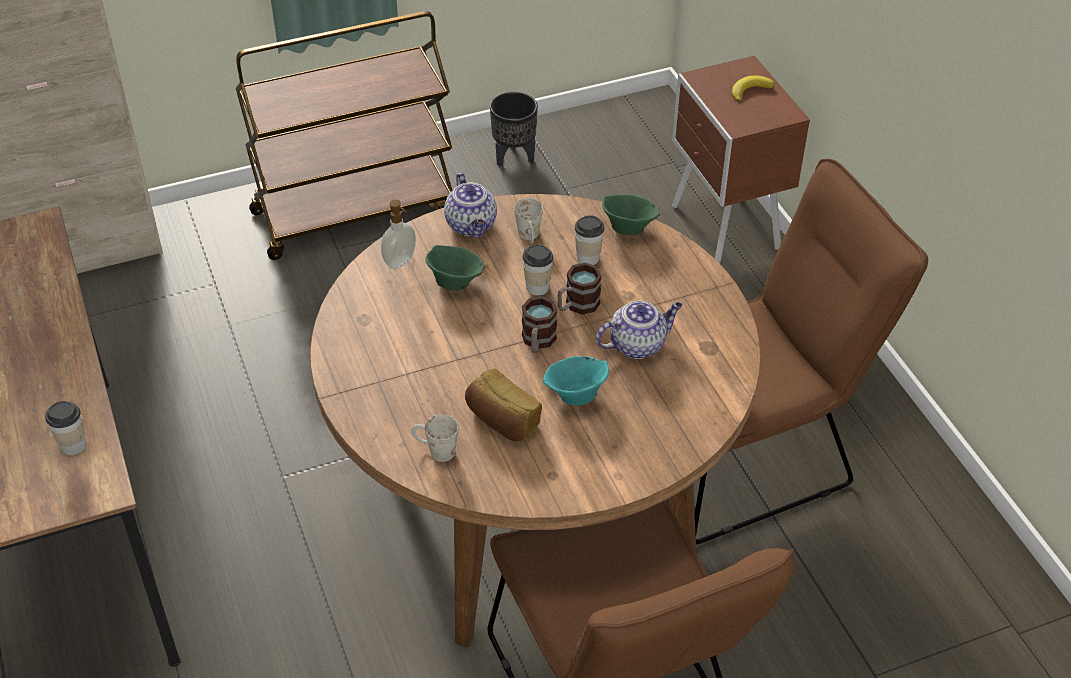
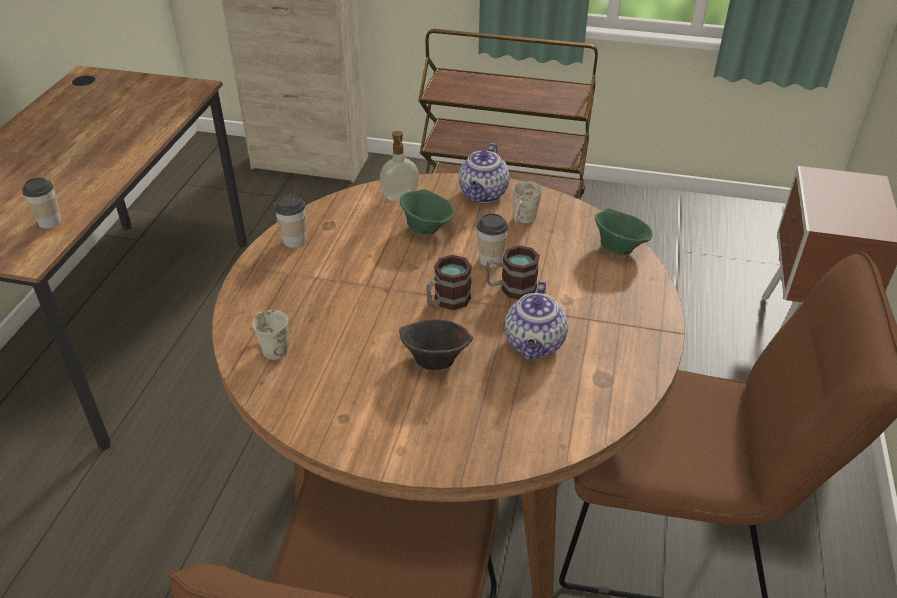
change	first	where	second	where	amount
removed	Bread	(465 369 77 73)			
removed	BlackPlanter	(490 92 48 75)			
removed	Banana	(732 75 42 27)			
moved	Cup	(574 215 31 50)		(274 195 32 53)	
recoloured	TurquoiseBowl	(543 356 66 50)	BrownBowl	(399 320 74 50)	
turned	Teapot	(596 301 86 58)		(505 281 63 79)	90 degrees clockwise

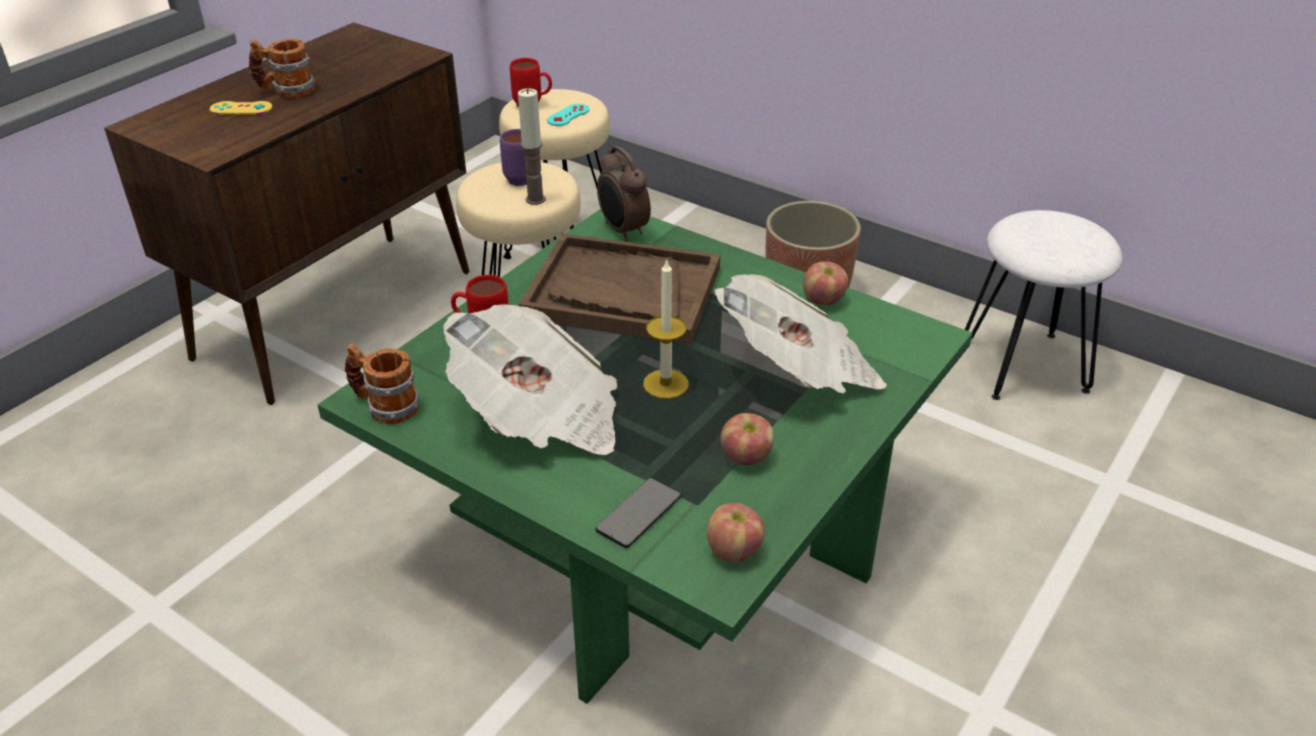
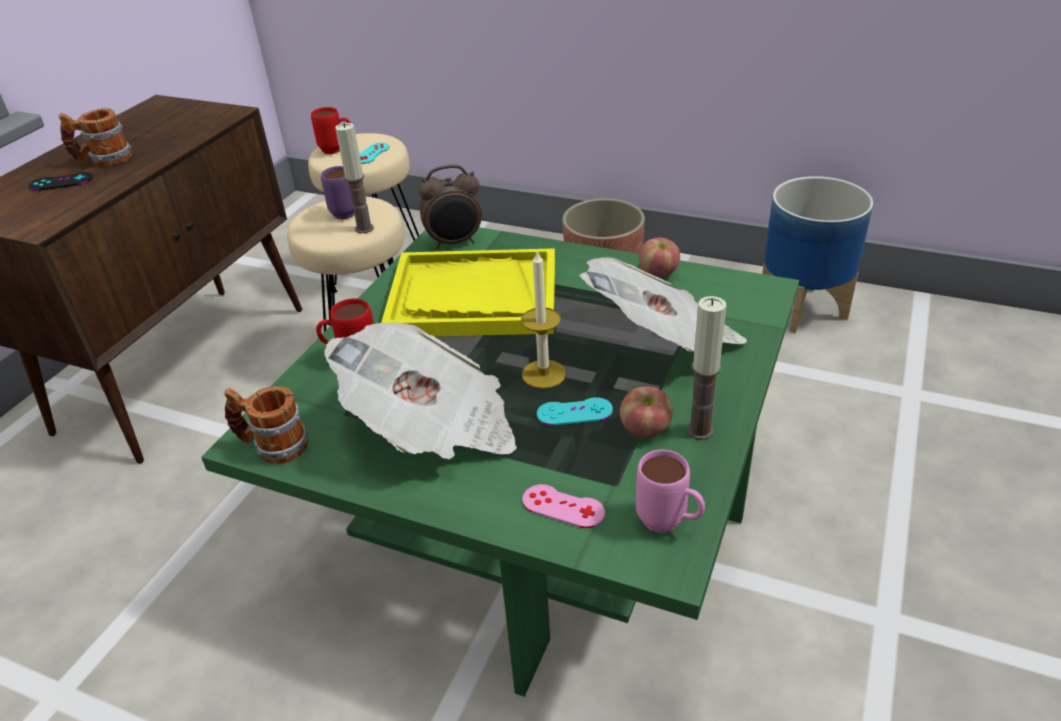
change	first	where	second	where	amount
added			TurquoiseGameController	(537 397 76 29)	
added			Candle	(687 296 40 144)	
replaced	Phone	(595 478 86 70)	PinkGameController	(522 484 83 44)	
replaced	Apple	(707 503 58 59)	PinkMug	(636 449 69 84)	
replaced	WhiteStool	(965 210 158 190)	Planter	(762 176 111 157)	
recoloured	YellowGameController	(210 101 62 14)	BlackGameController	(28 172 65 19)	
recoloured	BrownTray	(519 233 201 112)	YellowTray	(381 248 174 88)	
turned	AlarmClock	(597 146 54 95)		(419 164 63 85)	60 degrees counterclockwise

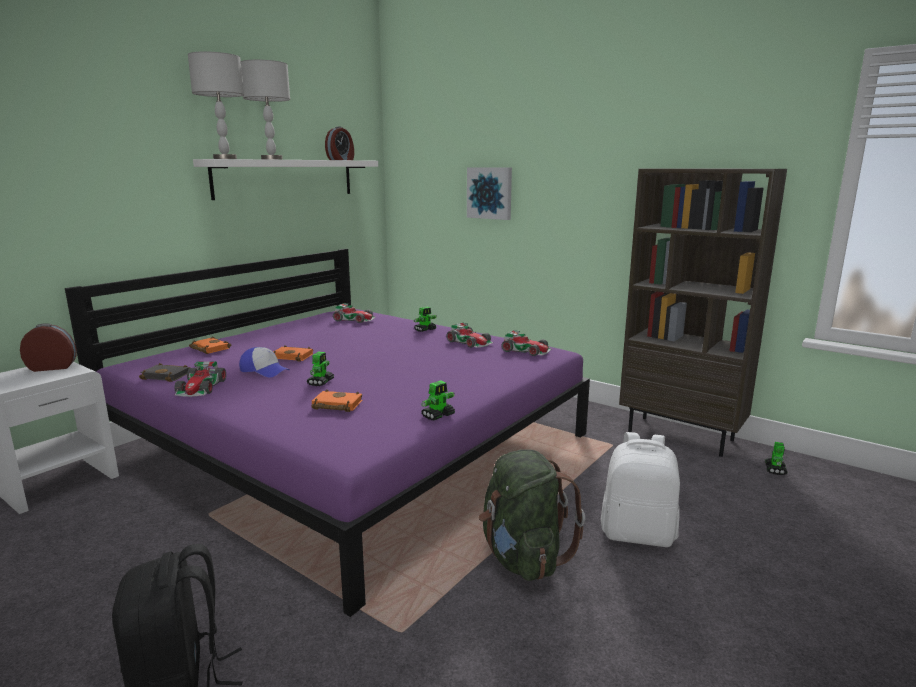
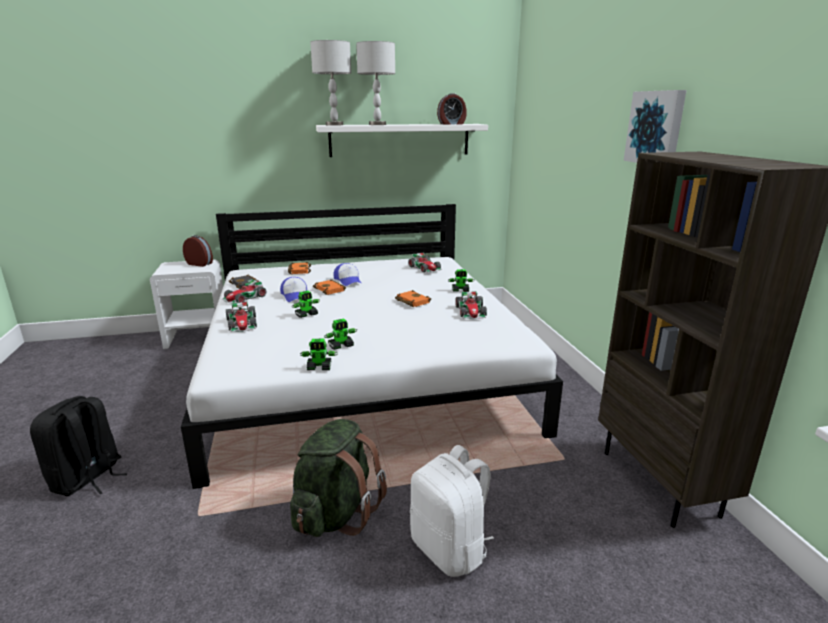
change	first	where	second	where	amount
added			Cap	(333 263 28 23)	
moved	OrangeBook	(311 389 52 23)		(395 290 36 17)	
moved	Picture	(467 167 45 53)		(624 90 63 73)	
moved	ToyCar	(501 330 50 26)		(226 302 31 30)	
moved	ToyRobot	(765 442 23 33)		(324 319 33 31)	
recoloured	PurpleBed	(65 249 525 368)	WhiteBed	(181 204 382 285)	

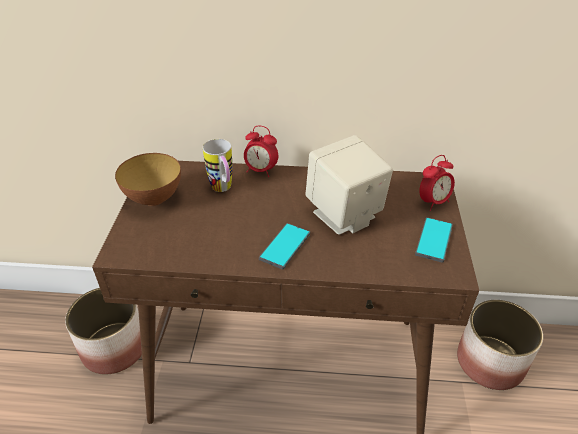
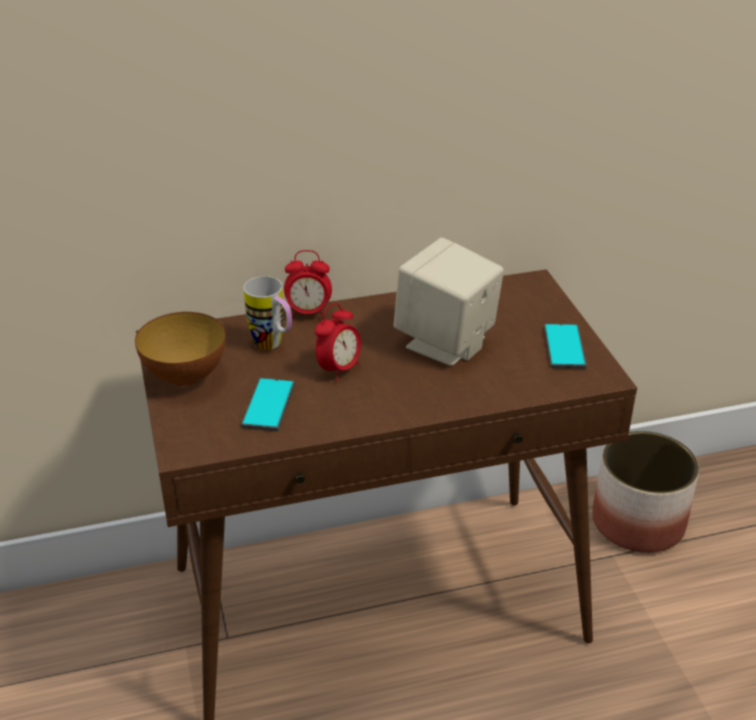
change	first	where	second	where	amount
removed	Planter	(65 288 77 86)			
moved	Phone	(259 223 51 47)		(241 378 54 53)	
moved	AlarmClock	(419 155 36 56)		(315 303 46 78)	

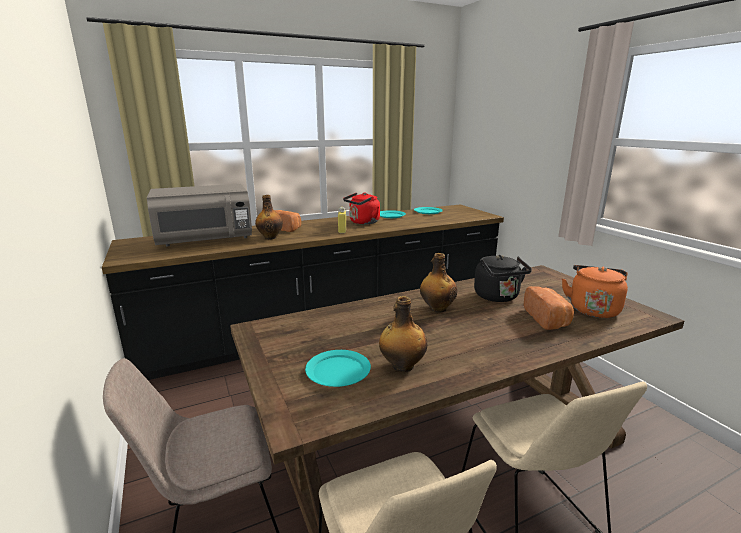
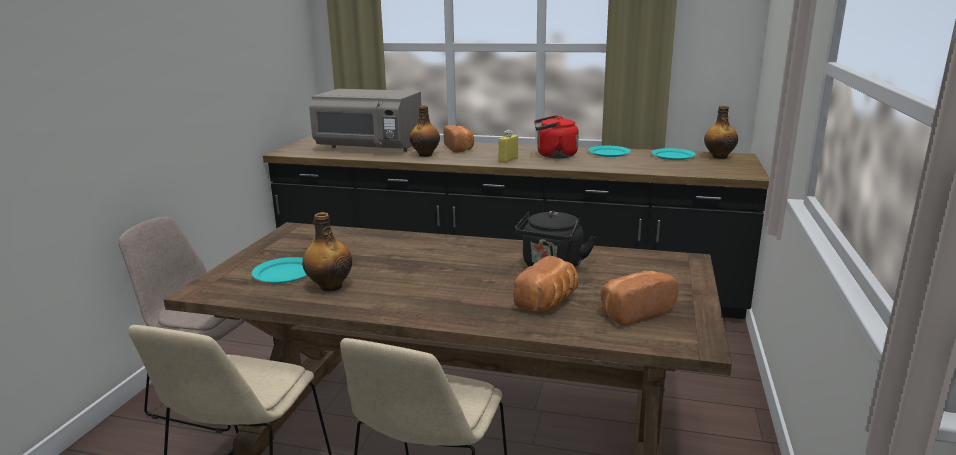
change	first	where	second	where	amount
moved	Bottle	(420 253 37 60)		(704 105 34 54)	
replaced	OrangeKettle	(562 265 66 53)	Bread	(601 271 77 55)	

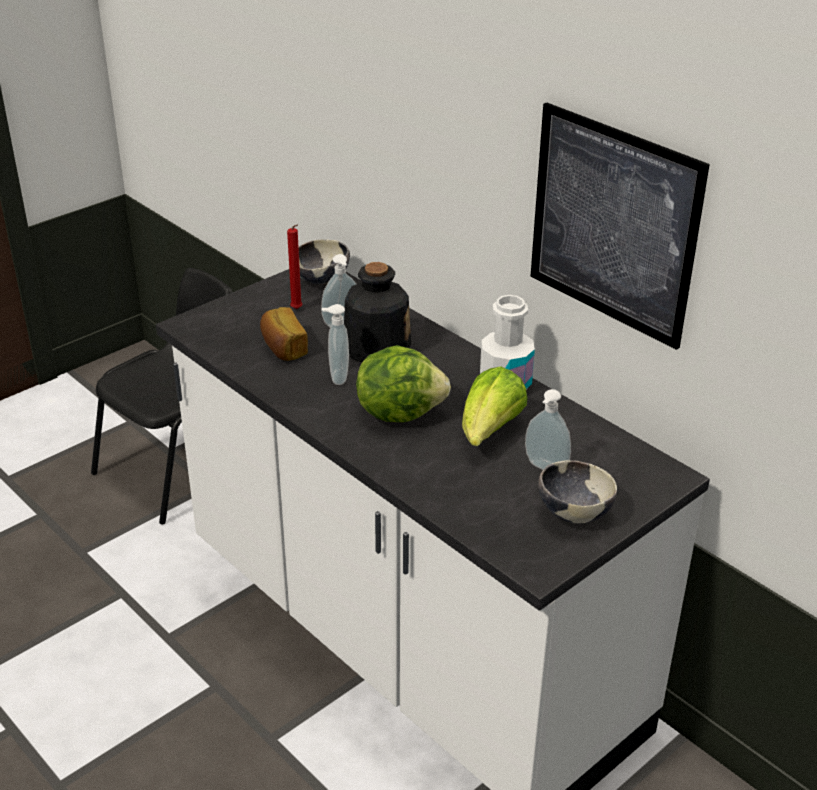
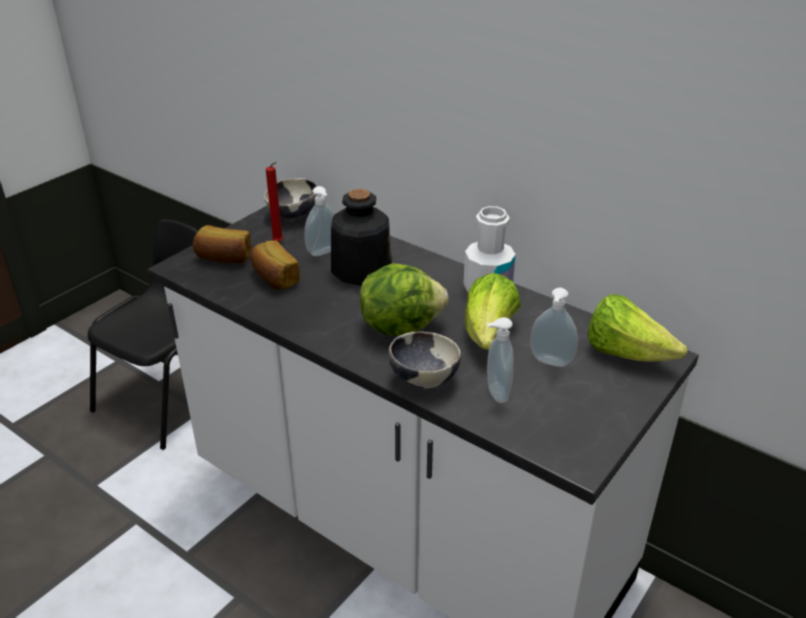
change	first	where	second	where	amount
removed	Picture	(531 103 179 247)			
added			Bread	(193 225 58 39)	
added			Lettuce	(588 294 100 68)	
moved	SoapDispenser	(322 304 27 81)		(487 317 27 86)	
moved	Bowl	(538 460 79 63)		(388 331 73 58)	

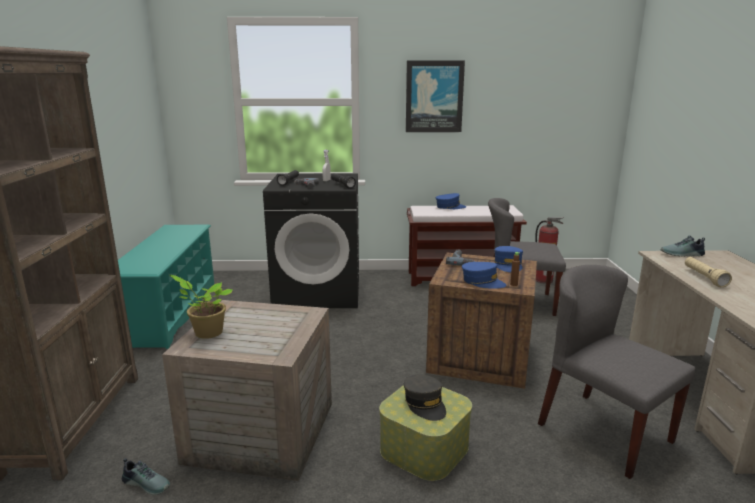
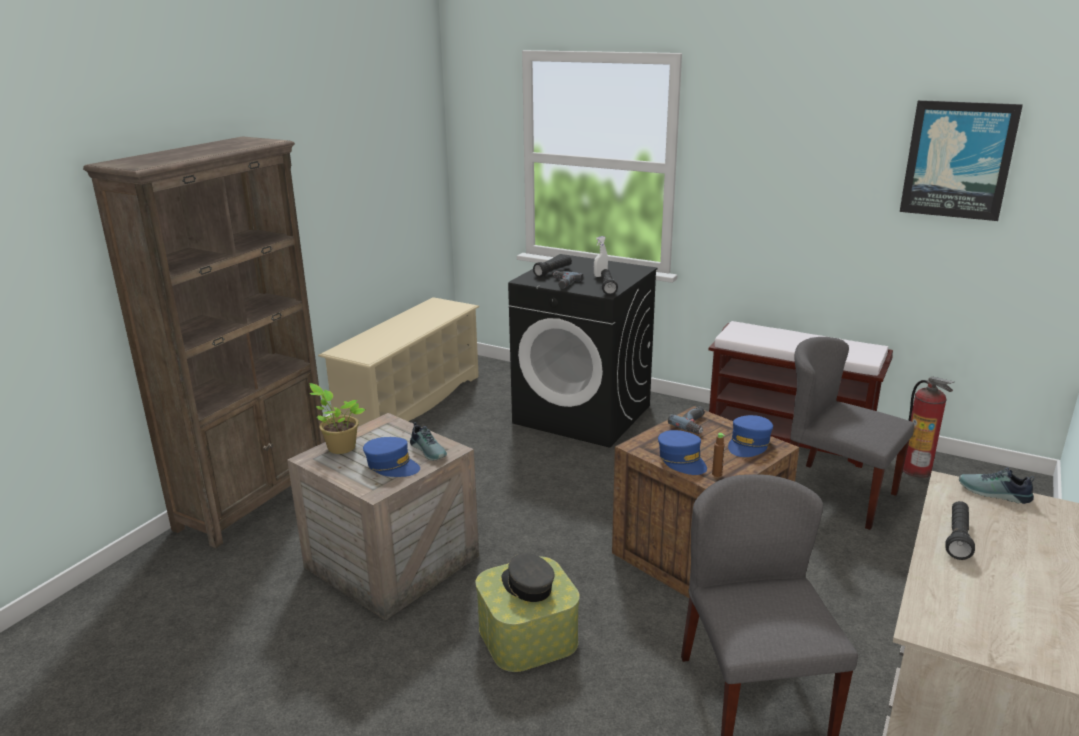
change	first	where	second	where	amount
moved	Shoe	(122 458 48 37)		(410 422 37 39)	
moved	Picture	(406 61 59 71)		(900 100 123 121)	
moved	BlueCap	(436 193 30 16)		(363 437 57 40)	
recoloured	TurquoiseShoeRack	(118 225 96 124)	BeigeShoeRack	(318 297 161 130)	
recoloured	BeigeFlashlight	(685 257 47 30)	BlackFlashlight	(945 501 30 59)	
turned	GreyCap	(404 374 42 47)		(502 553 52 49)	135 degrees clockwise

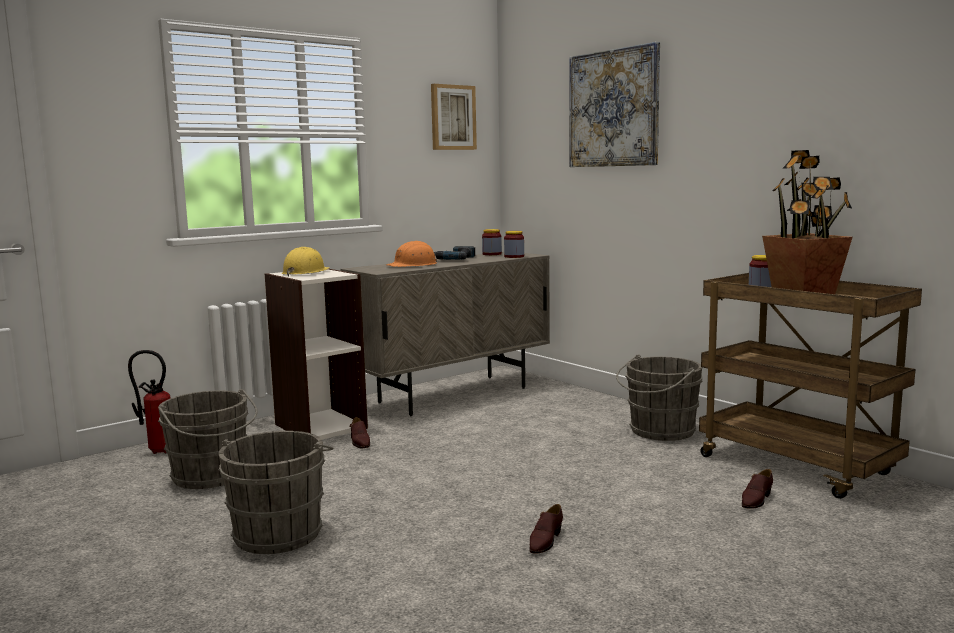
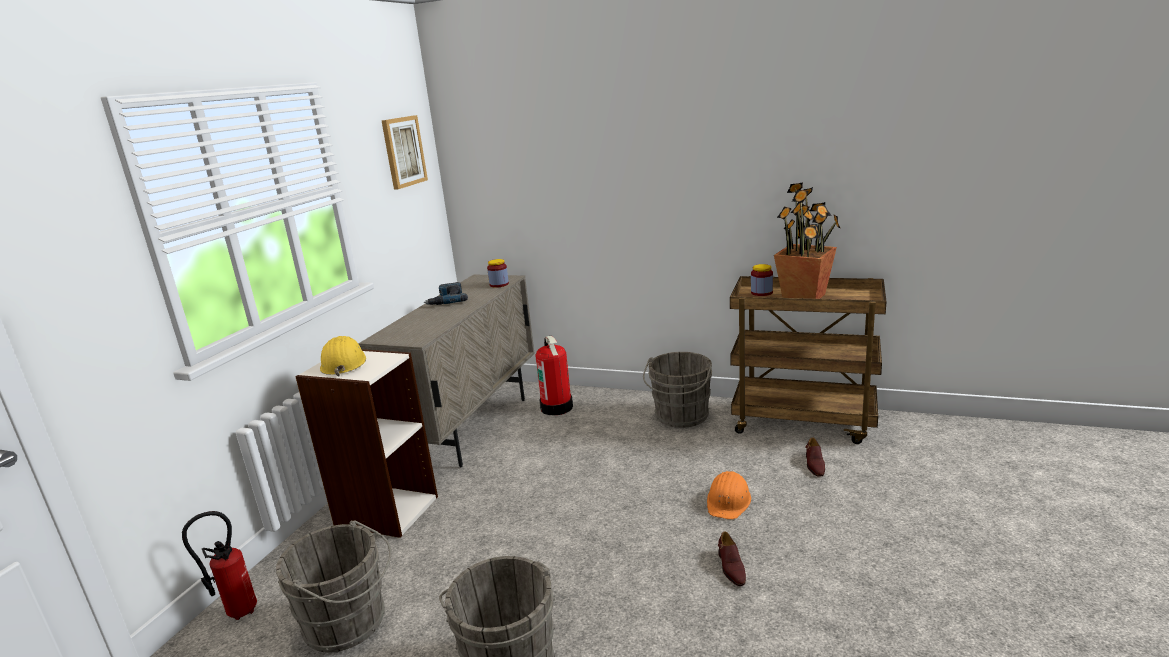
change	first	where	second	where	amount
removed	BrownShoe	(350 417 20 31)			
removed	Jar	(482 229 20 26)			
removed	Picture	(570 42 90 125)			
added			FireExtinguisher	(536 336 37 80)	
moved	OrangeHardHat	(386 241 51 26)		(707 471 44 49)	

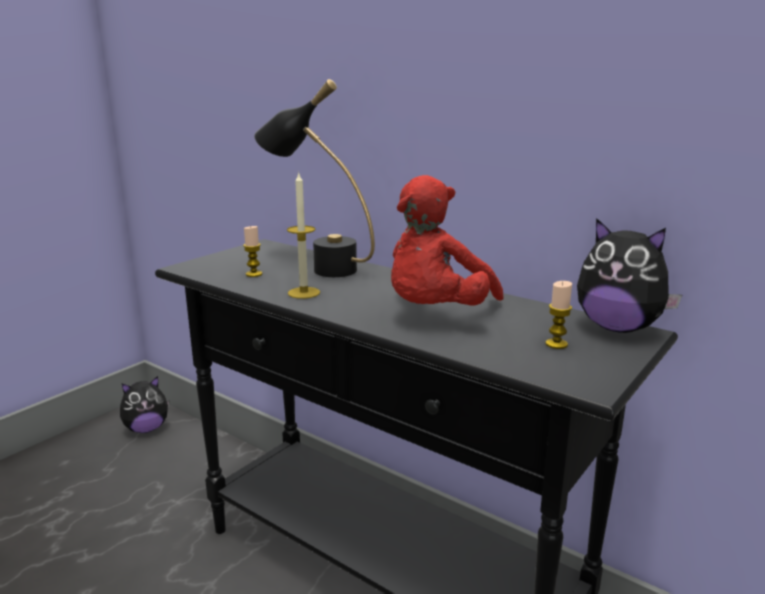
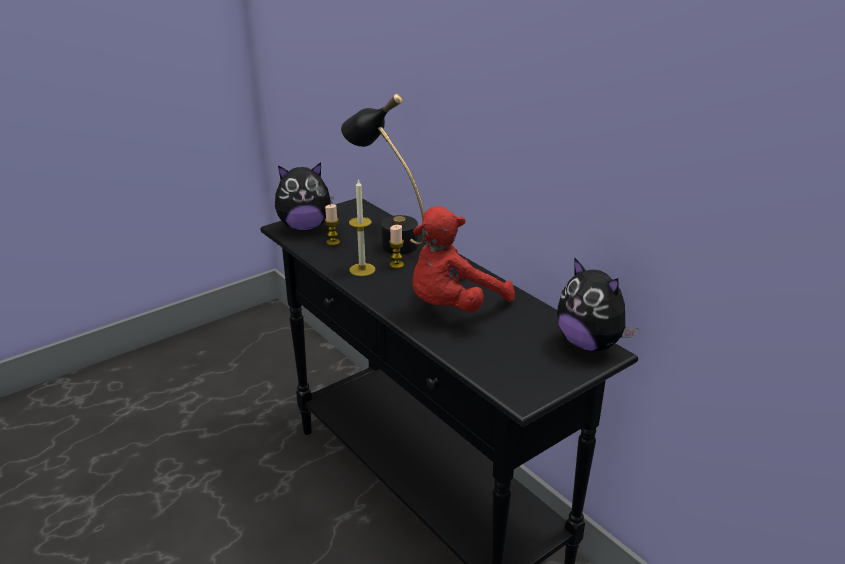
change	first	where	second	where	amount
moved	PlushToy	(120 376 49 57)		(275 162 59 69)	
moved	Candle	(545 281 27 68)		(389 225 15 44)	

